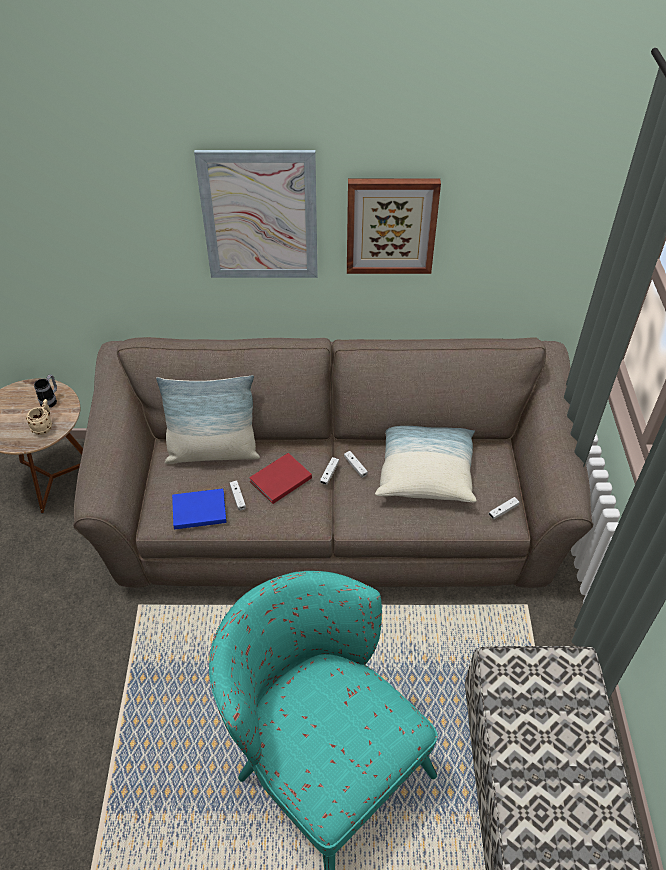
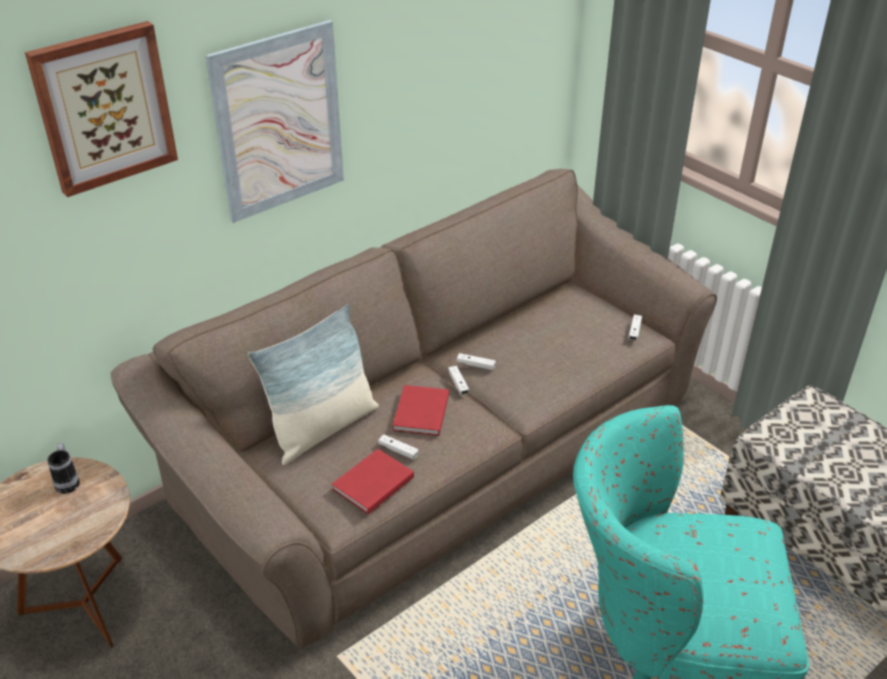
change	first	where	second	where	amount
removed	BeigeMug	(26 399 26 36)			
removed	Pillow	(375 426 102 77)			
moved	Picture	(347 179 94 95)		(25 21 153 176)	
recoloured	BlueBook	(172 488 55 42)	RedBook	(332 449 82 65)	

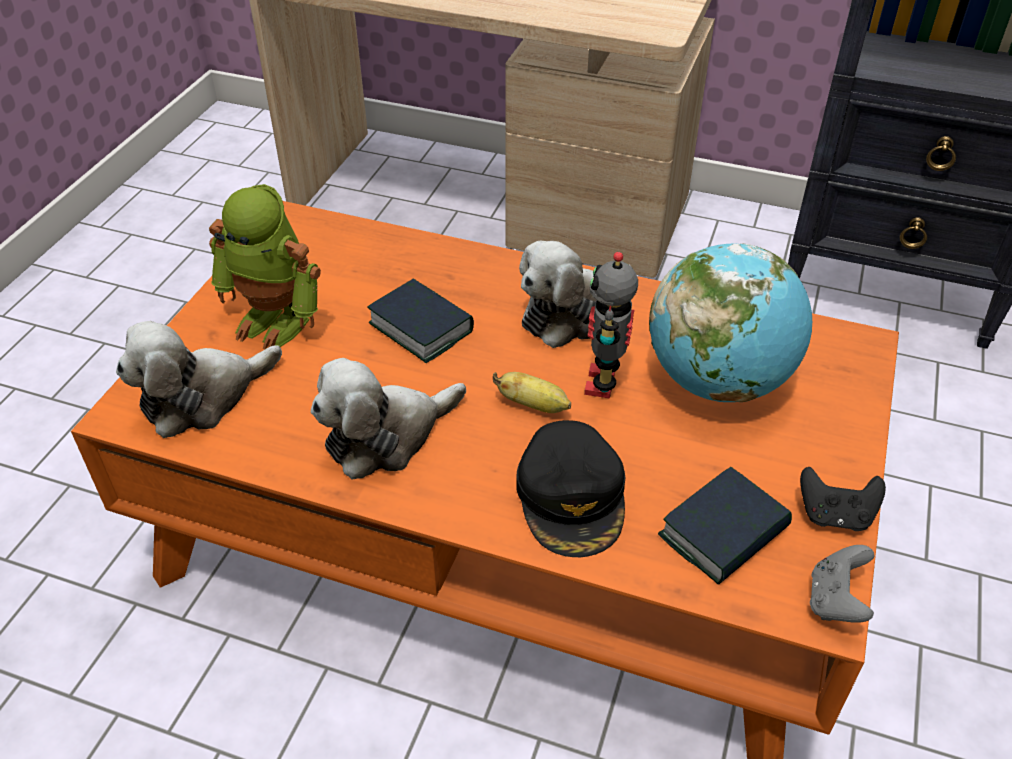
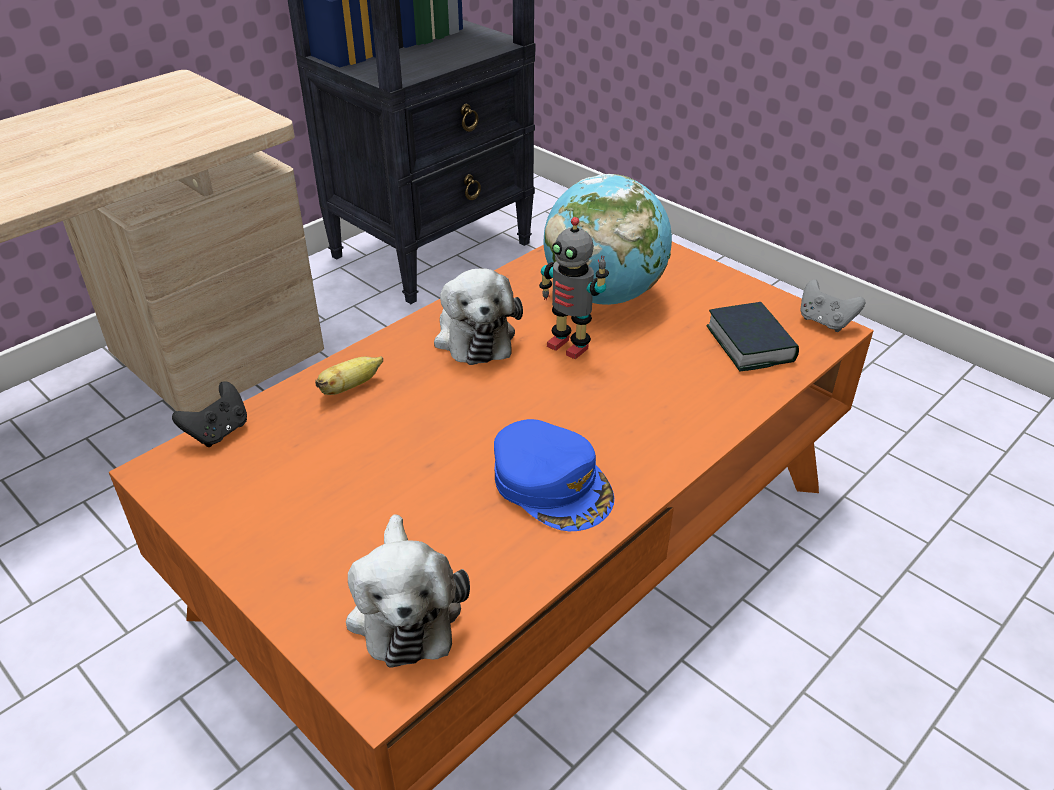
change	first	where	second	where	amount
removed	ToyRobot	(209 184 112 165)			
removed	Book	(367 278 107 85)			
removed	BlackCap	(516 420 109 137)			
moved	Banana	(493 372 78 41)		(315 356 68 39)	
moved	BlackGameController	(800 467 86 64)		(172 381 75 66)	
replaced	PlushToy	(311 358 155 121)	BlueCap	(494 419 120 112)	

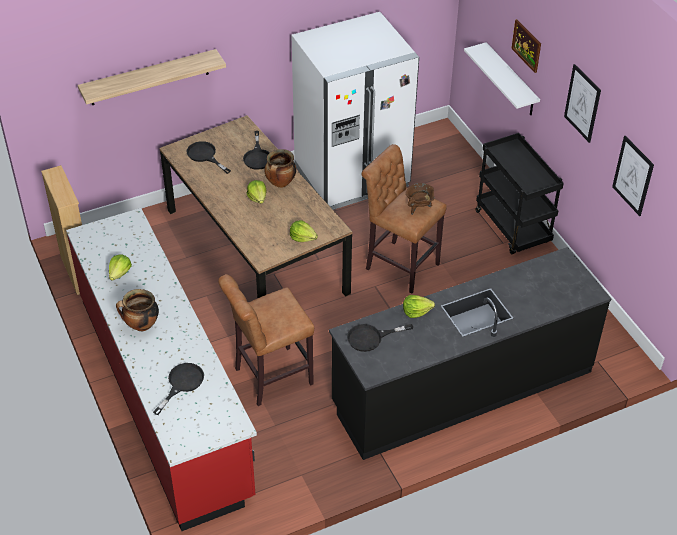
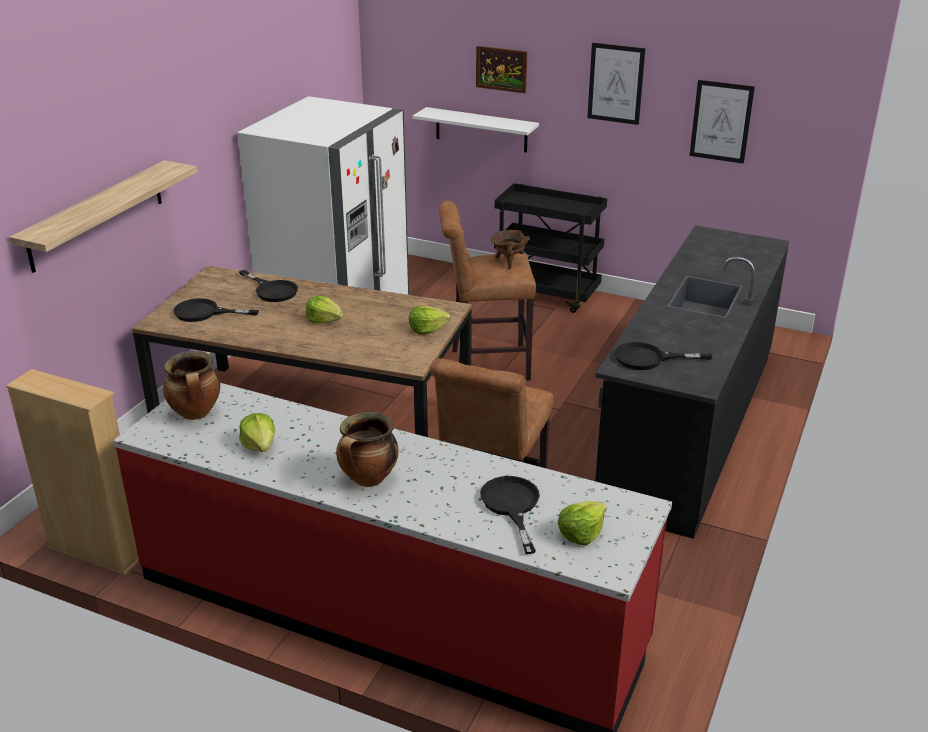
change	first	where	second	where	amount
moved	CookingPot	(265 149 31 39)		(163 351 57 69)	
moved	Lettuce	(403 295 32 23)		(558 501 49 45)	
turned	BlackFryingPan	(347 324 66 28)		(615 342 97 28)	60 degrees clockwise

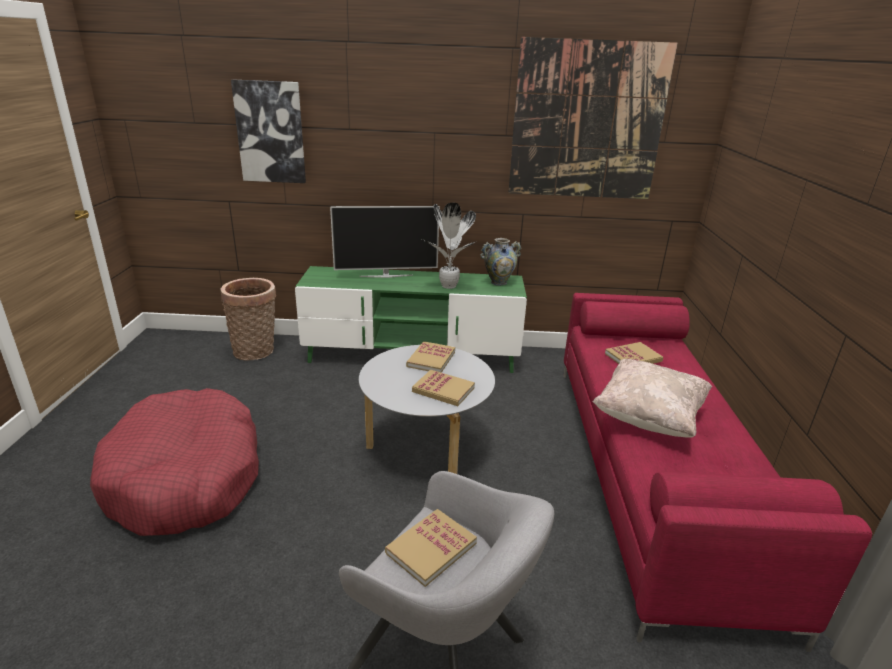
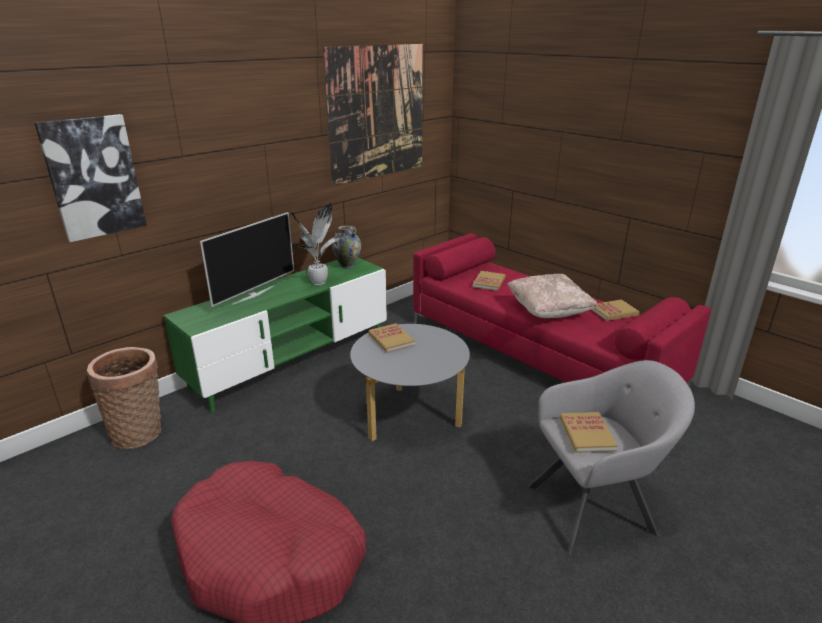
change	first	where	second	where	amount
moved	Book	(412 370 63 36)		(591 300 48 21)	

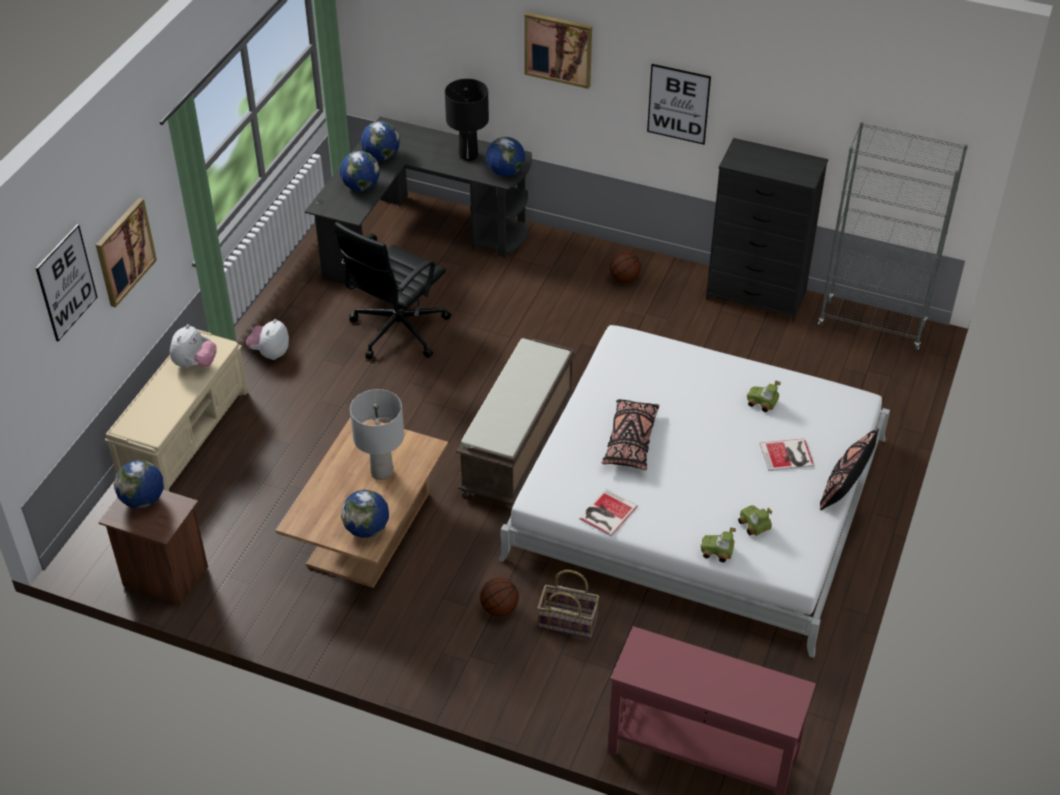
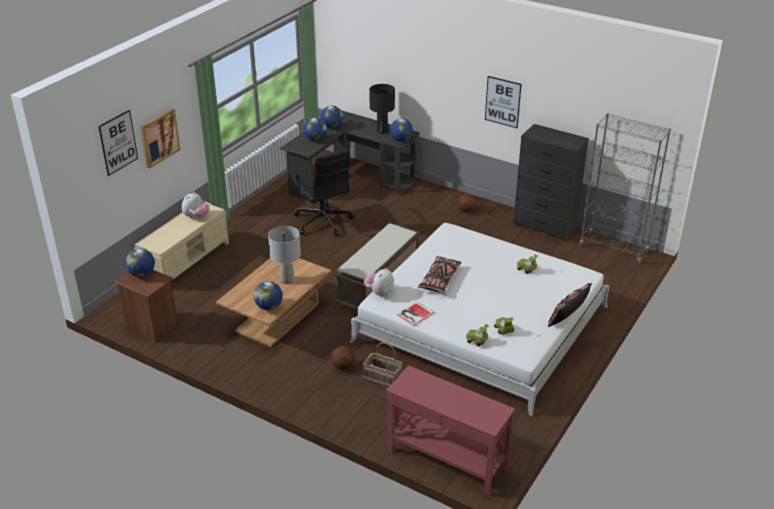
change	first	where	second	where	amount
removed	Picture	(524 12 68 77)			
removed	Book	(760 438 54 33)			
moved	PlushToy	(246 319 43 41)		(364 268 30 29)	
turned	BlackOfficeChair	(334 222 117 137)		(294 148 60 89)	75 degrees counterclockwise

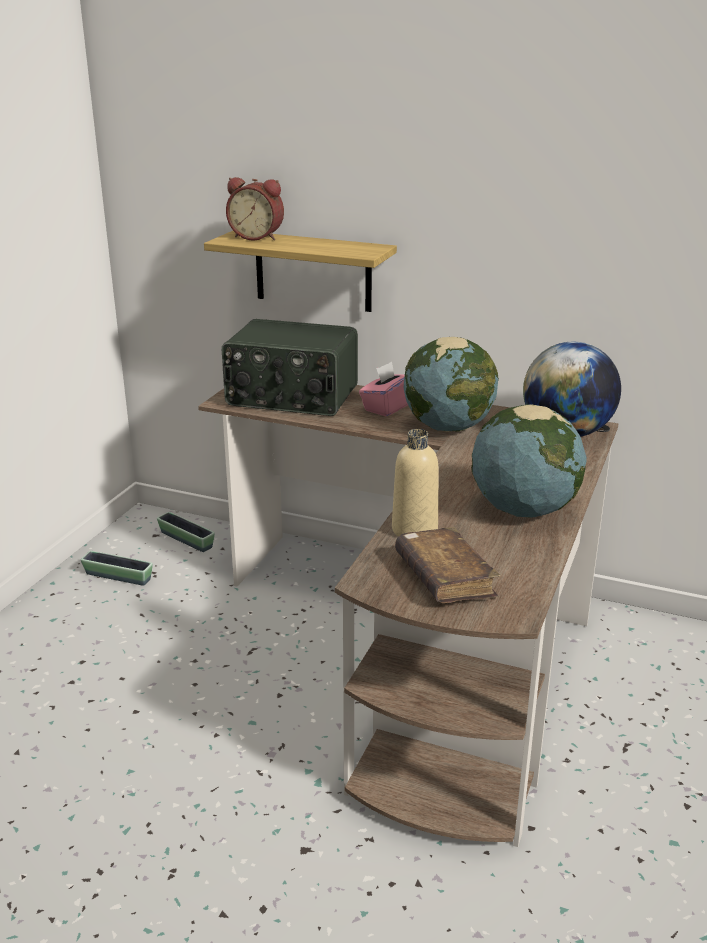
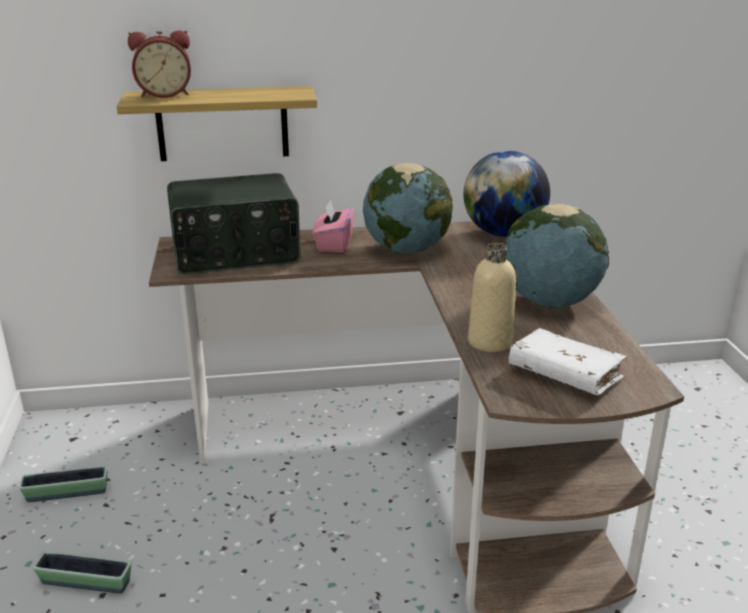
change	first	where	second	where	amount
moved	Planter	(157 512 58 40)		(33 551 98 43)	
recoloured	BrownBook	(395 527 106 76)	WhiteBook	(509 328 118 67)	

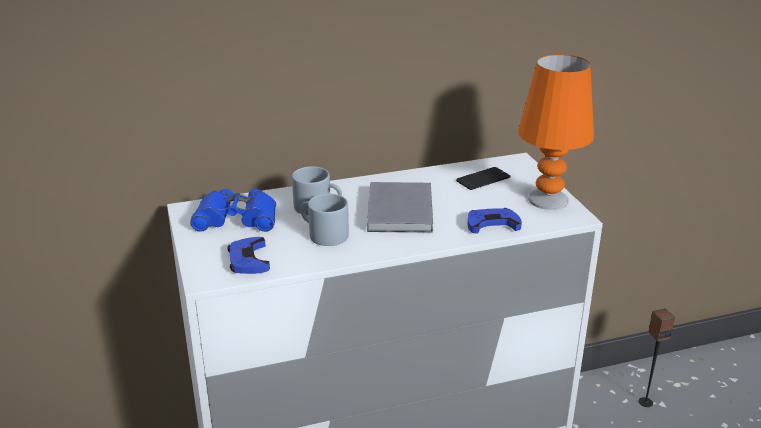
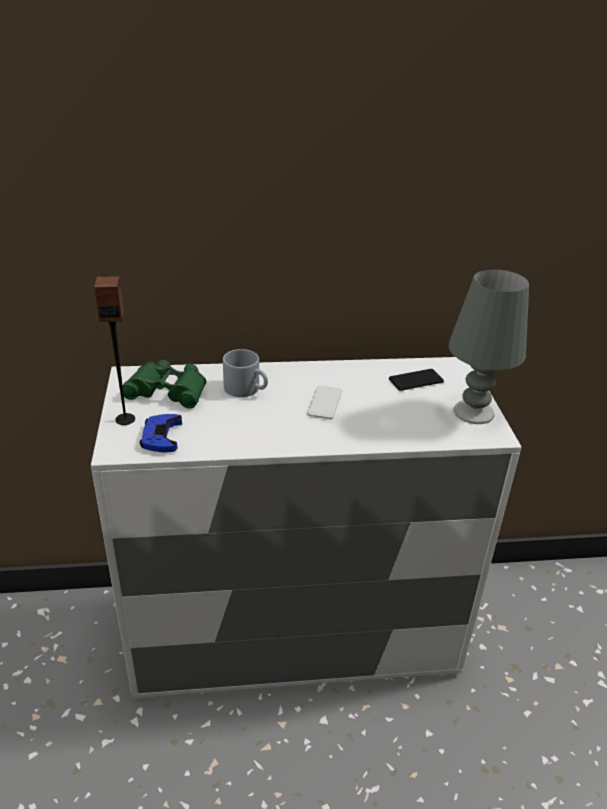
change	first	where	second	where	amount
removed	GreyMug	(300 194 49 52)			
removed	BlueGameController	(467 208 55 25)			
moved	Speaker	(638 308 37 99)		(94 276 41 149)	
replaced	GreyBook	(367 182 66 51)	Phone	(307 385 35 34)	
recoloured	BlueBinoculars	(190 189 86 43)	GreenBinoculars	(123 360 83 49)	
recoloured	OrangeTableLamp	(518 54 76 156)	GreyTableLamp	(448 269 81 155)	

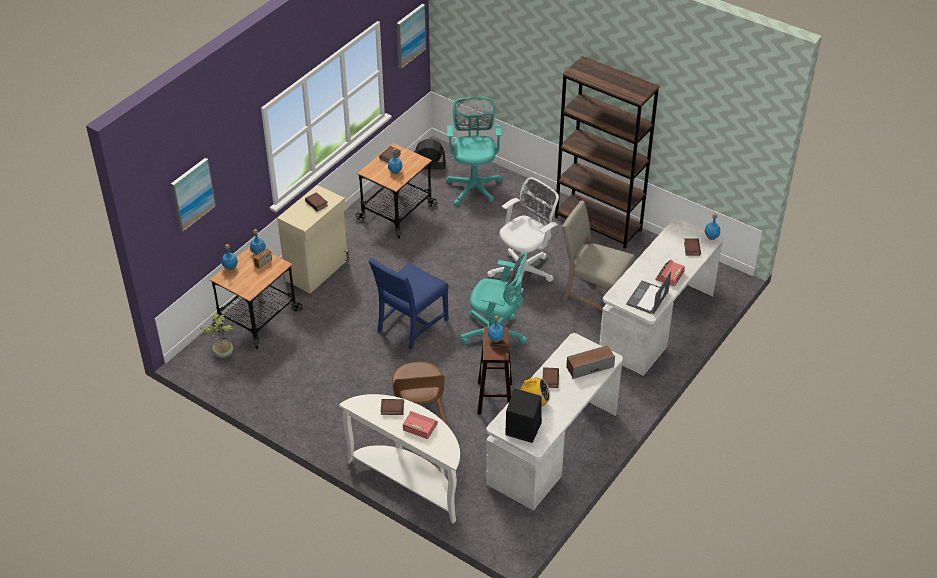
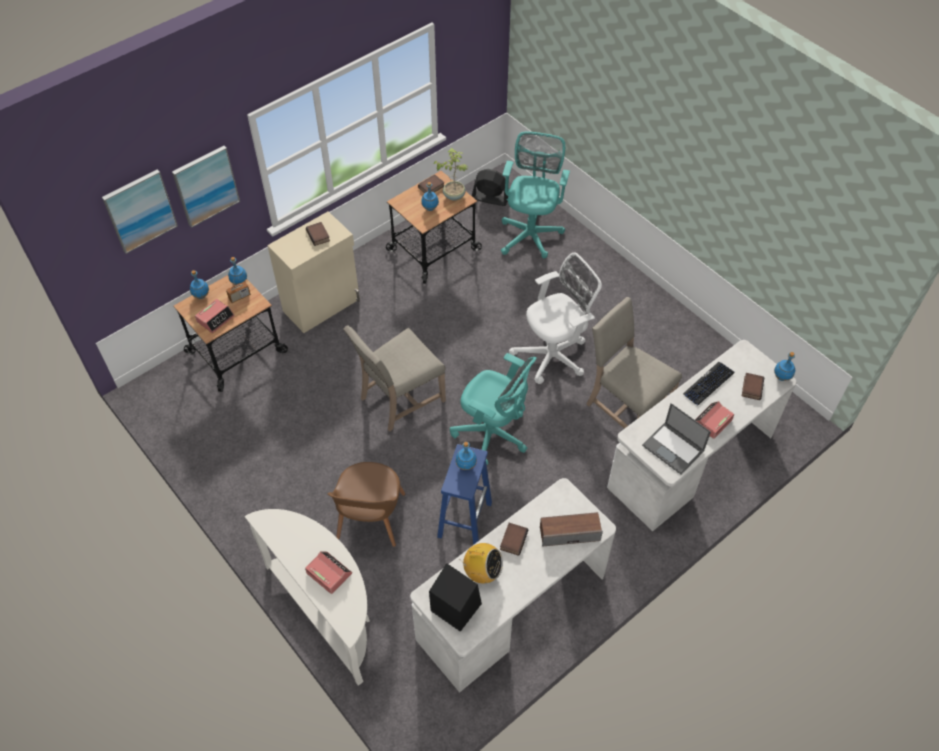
change	first	where	second	where	amount
removed	Book	(381 399 23 16)			
removed	BrownBookcase	(555 56 105 193)			
added			AlarmClock	(195 299 40 34)	
added			Keyboard	(683 362 51 44)	
moved	PottedPlant	(200 313 33 45)		(434 148 34 53)	
moved	Picture	(397 4 29 65)		(172 146 68 82)	
recoloured	BlueChair	(369 258 80 92)	BeigeChair	(343 325 103 106)	
recoloured	BrownStool	(477 327 35 88)	BlueStool	(437 444 55 101)	
turned	Laptop	(626 271 45 44)		(642 403 69 72)	90 degrees counterclockwise

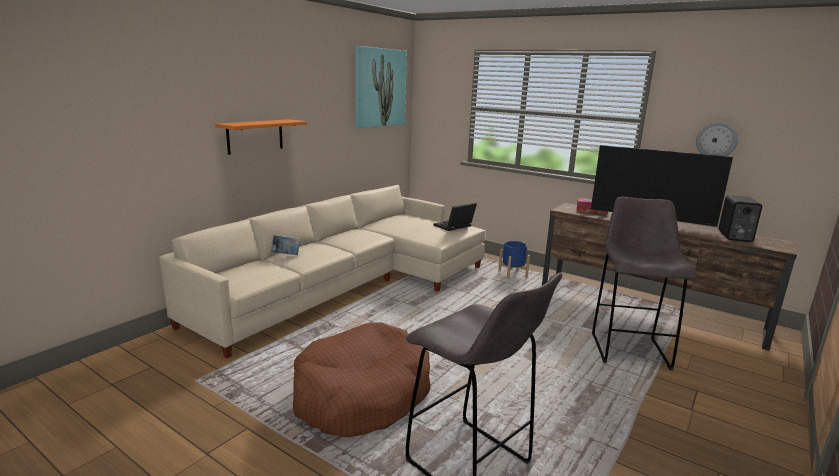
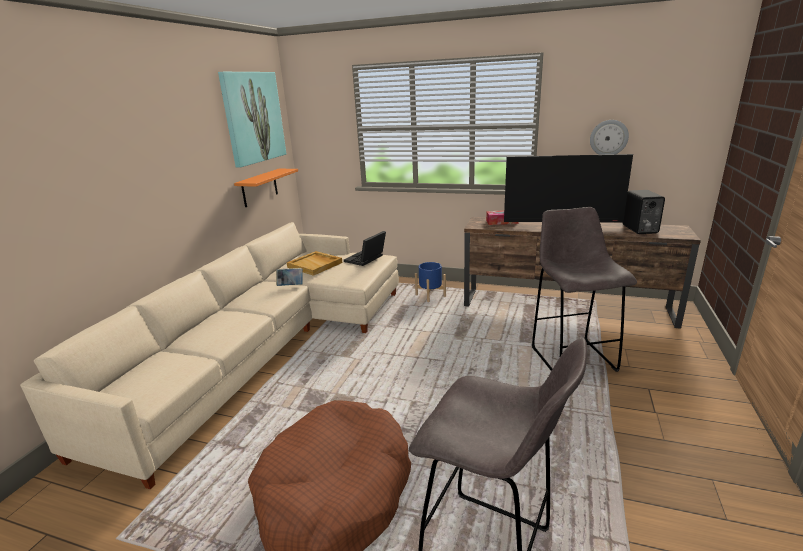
change	first	where	second	where	amount
added			BeigeTray	(287 251 55 25)	
moved	OrangeShelf	(215 119 92 36)		(234 169 64 38)	
moved	Book	(271 235 29 20)		(276 268 27 18)	

